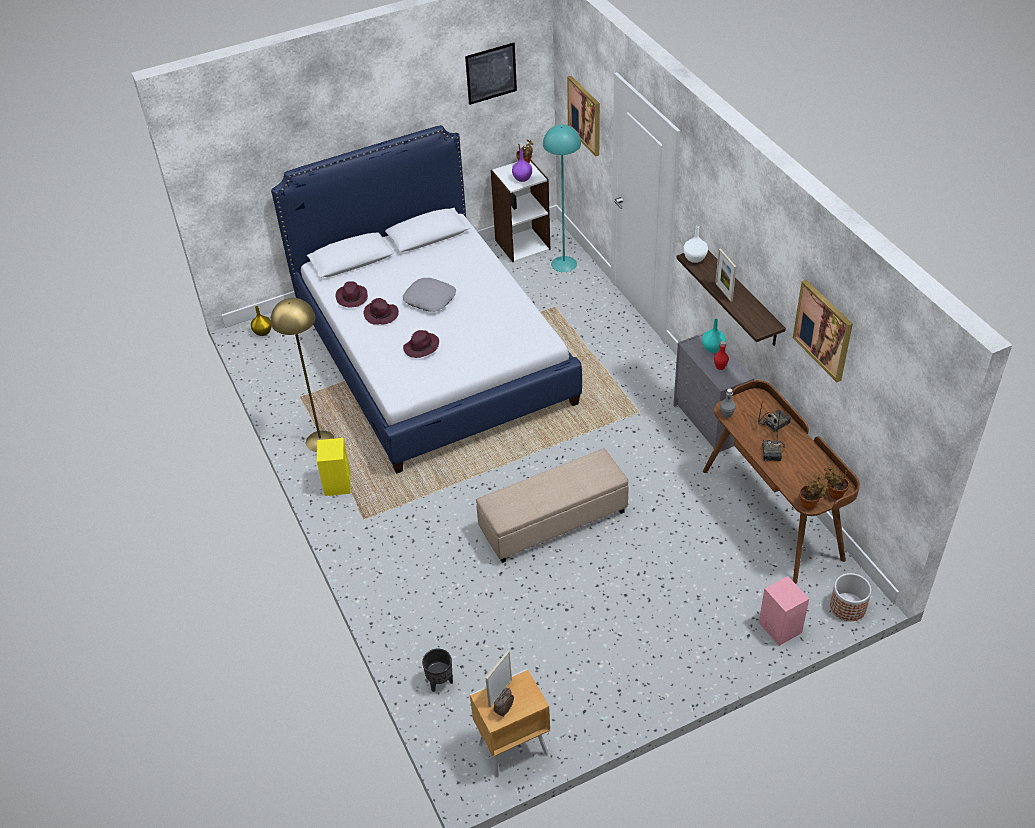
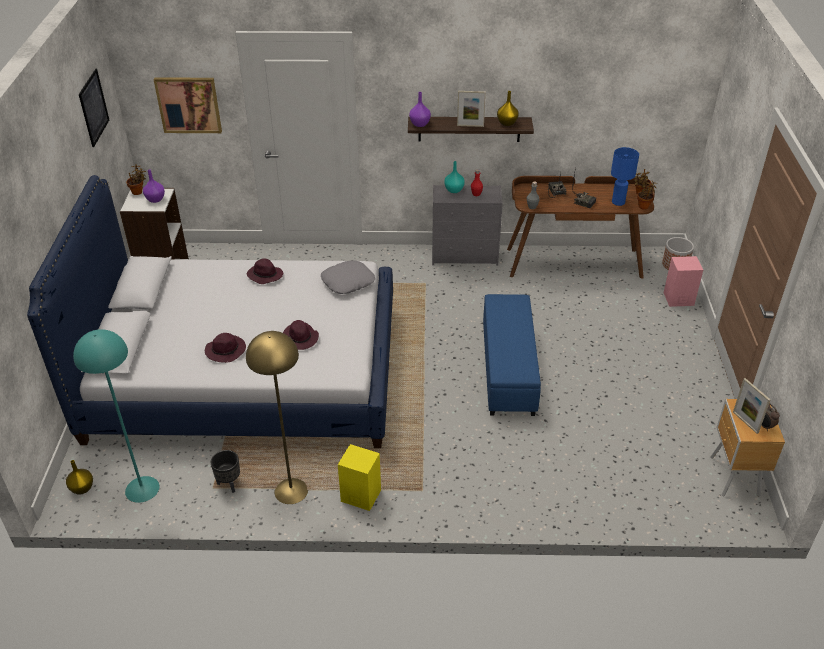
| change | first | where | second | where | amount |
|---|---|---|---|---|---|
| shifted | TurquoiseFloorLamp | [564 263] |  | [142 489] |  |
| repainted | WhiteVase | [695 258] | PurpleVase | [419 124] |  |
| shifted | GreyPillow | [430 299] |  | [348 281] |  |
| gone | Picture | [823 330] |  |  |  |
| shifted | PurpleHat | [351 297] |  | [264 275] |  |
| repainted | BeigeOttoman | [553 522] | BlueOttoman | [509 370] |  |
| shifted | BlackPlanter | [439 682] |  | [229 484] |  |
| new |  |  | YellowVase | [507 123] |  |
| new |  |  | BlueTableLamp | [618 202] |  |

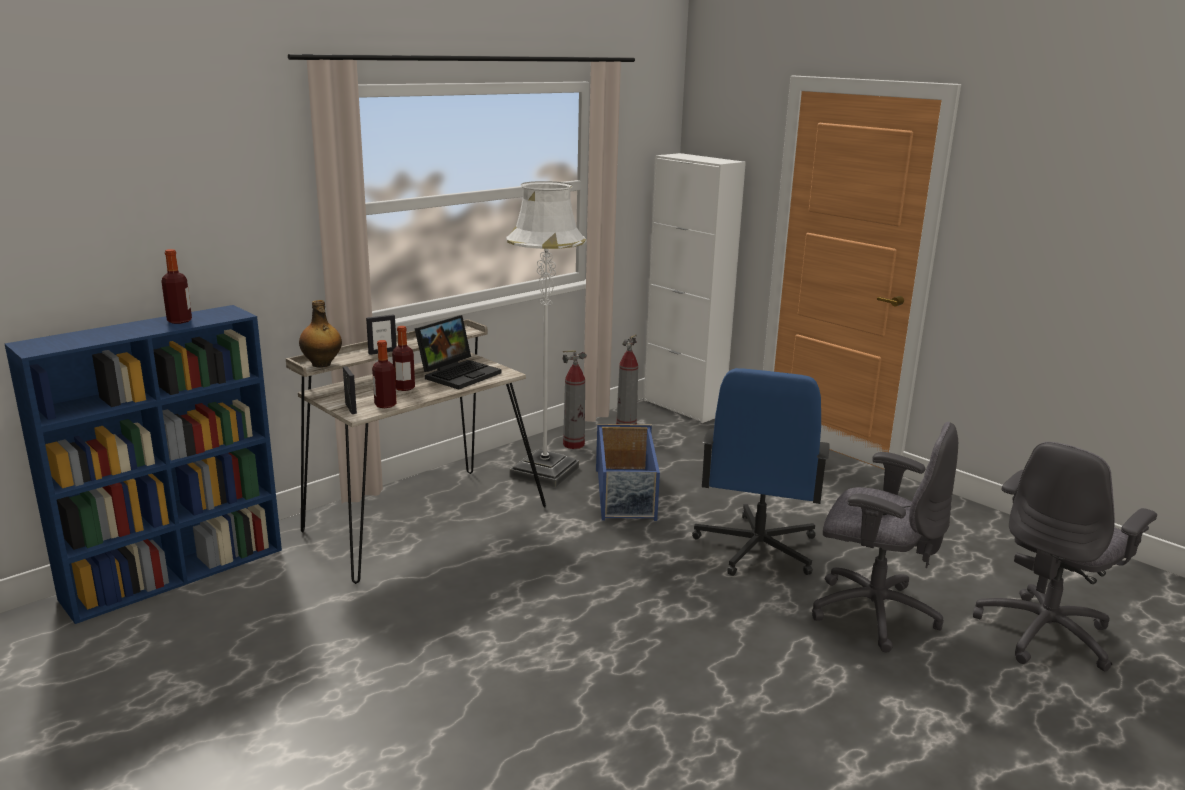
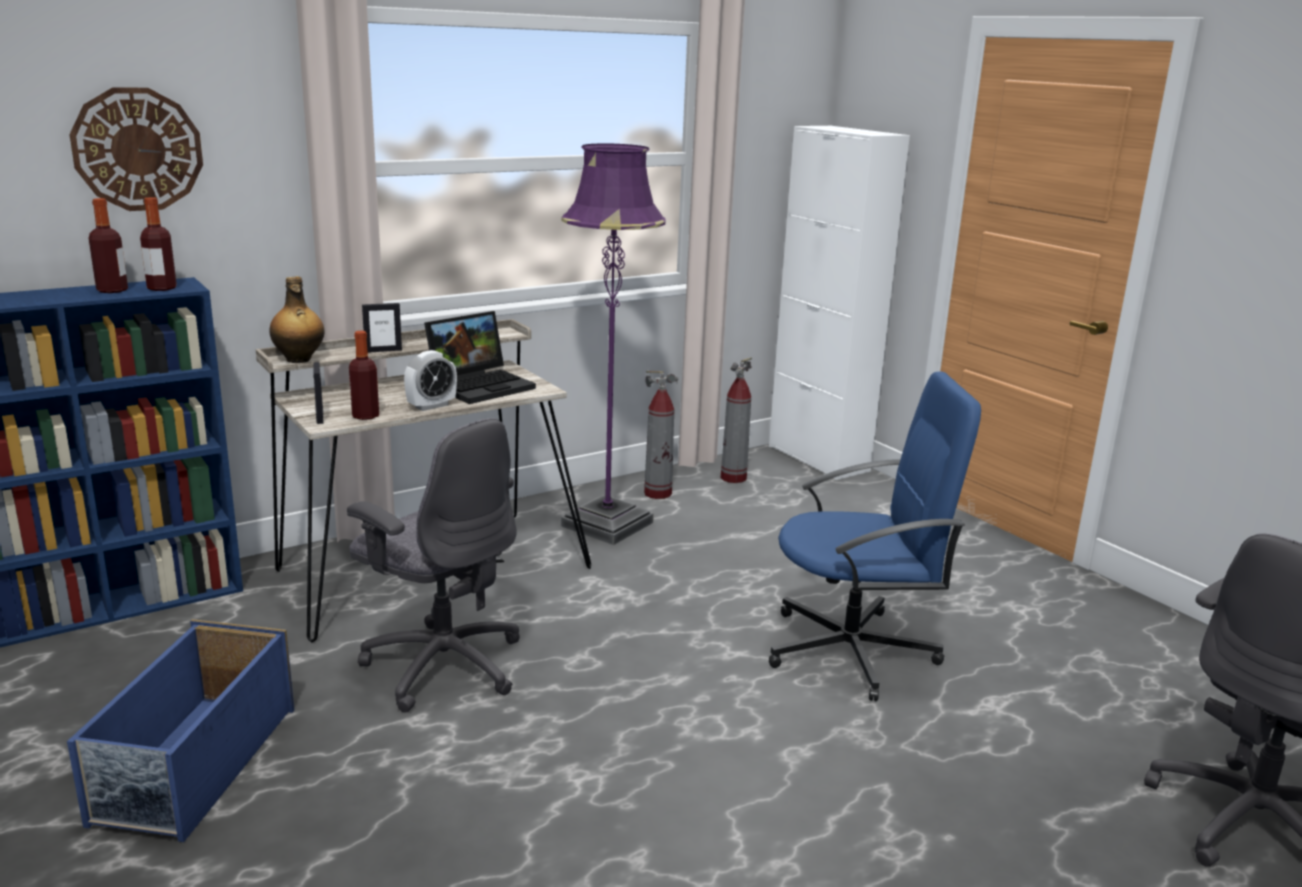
| change | first | where | second | where | amount |
|---|---|---|---|---|---|
| repainted | WhiteFloorLamp | [544 472] | PurpleFloorLamp | [607 524] |  |
| shifted | Bottle | [404 388] |  | [162 288] |  |
| rotated | BlueOfficeChair | [756 548] |  | [853 651] | 120 degrees counterclockwise |
| shifted | GreyOfficeChair | [871 612] |  | [443 664] |  |
| shifted | BlueStorageBox | [626 495] |  | [195 766] |  |
| new |  |  | WallClock | [138 149] |  |
| new |  |  | AlarmClock | [431 406] |  |

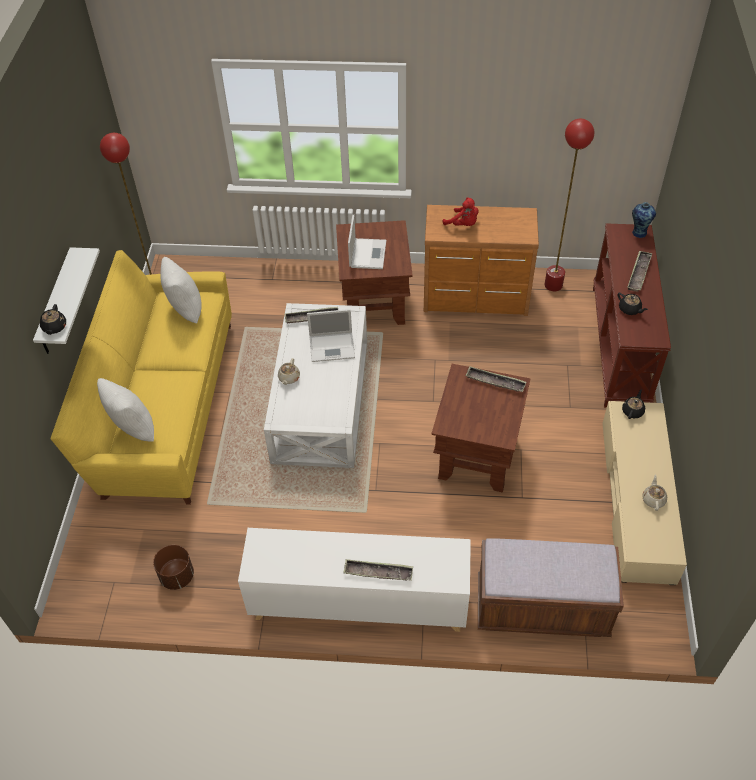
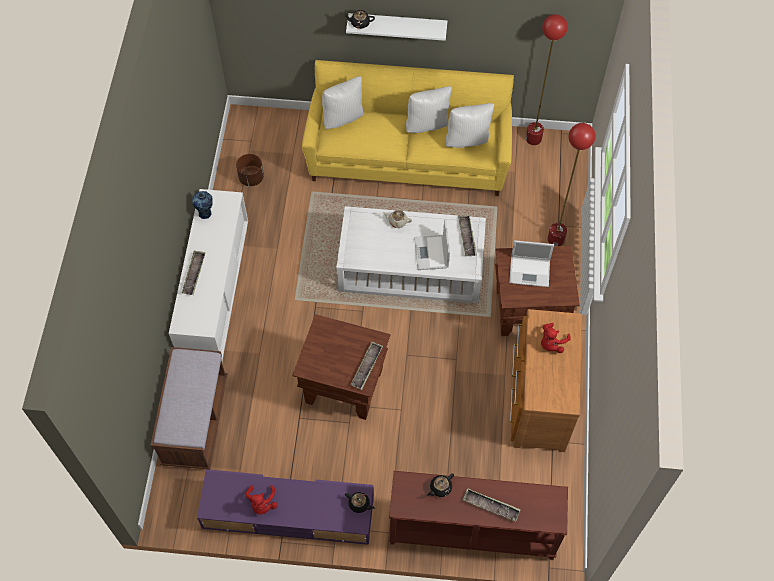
| change | first | where | second | where | amount |
|---|---|---|---|---|---|
| shifted | RedFloorLamp | [553 285] |  | [555 239] |  |
| shifted | Vase | [639 232] |  | [205 213] |  |
| repainted | BeigeTvStand | [637 500] | PurpleTvStand | [288 513] |  |
| swapped | BeigeTeapot | [653 499] | RedPlushToy | [262 503] |  |
| new |  |  | WhitePillow | [427 124] |  |

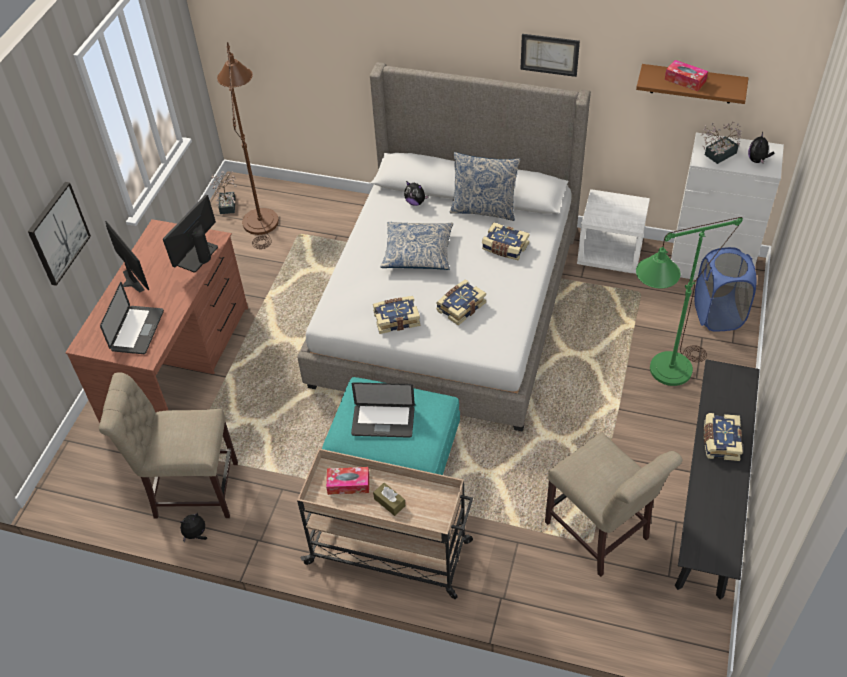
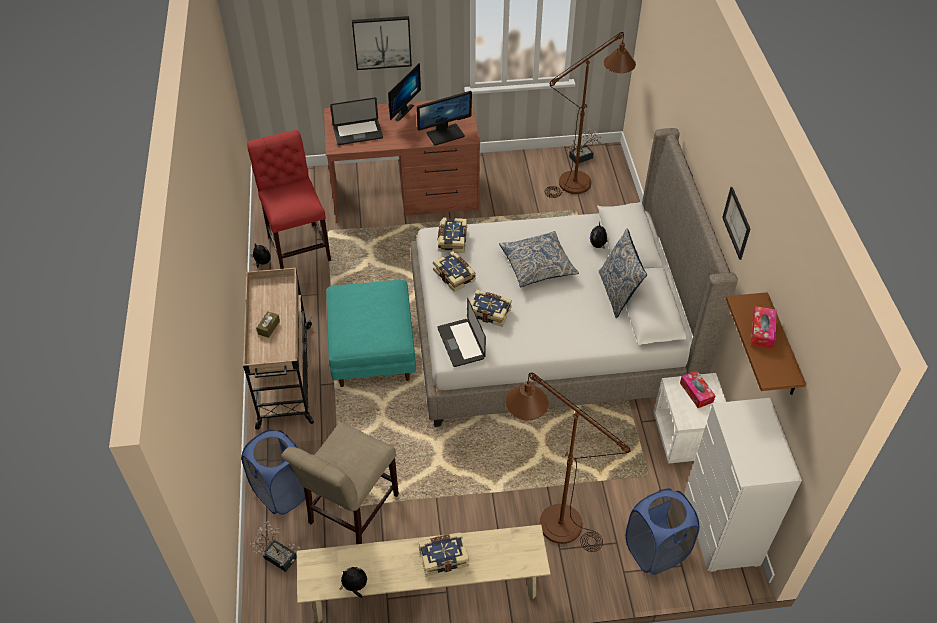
| change | first | where | second | where | amount |
|---|---|---|---|---|---|
| shifted | PottedPlant | [717 155] |  | [277 555] |  |
| shifted | PlushToy | [757 160] |  | [355 587] |  |
| rotated | Monitor | [197 256] |  | [445 134] | 150 degrees clockwise |
| repainted | GreenFloorLamp | [661 375] | BrownFloorLamp | [549 518] |  |
| shifted | Book | [504 248] |  | [452 240] |  |
| repainted | BlackBench | [710 495] | BeigeBench | [424 590] |  |
| repainted | BeigeChair | [190 489] | RedChair | [298 245] |  |
| shifted | Laptop | [383 421] |  | [461 343] |  |
| shifted | TissueBox | [348 484] |  | [696 392] |  |
| new |  |  | BlueLaundryBasket | [282 492] |  |

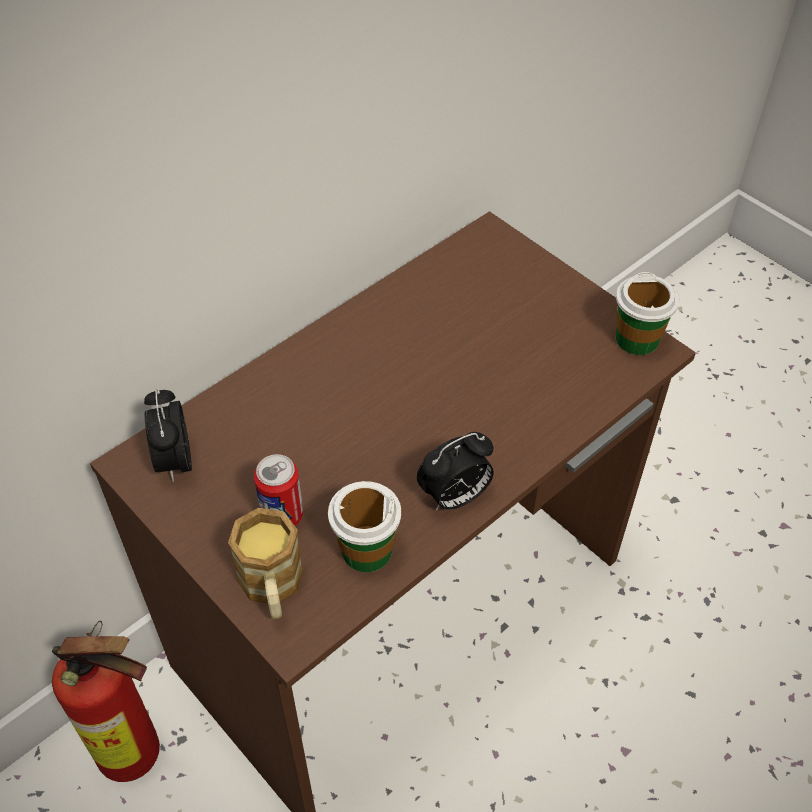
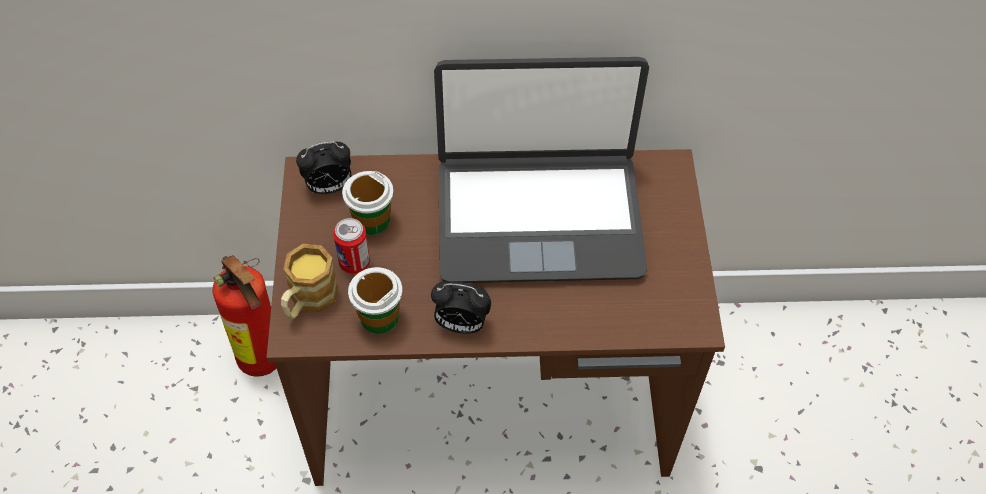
| change | first | where | second | where | amount |
|---|---|---|---|---|---|
| shifted | Cup | [637 339] |  | [372 220] |  |
| rotated | AlarmClock | [174 461] |  | [329 187] | 135 degrees counterclockwise |
| new |  |  | Laptop | [538 216] |  |

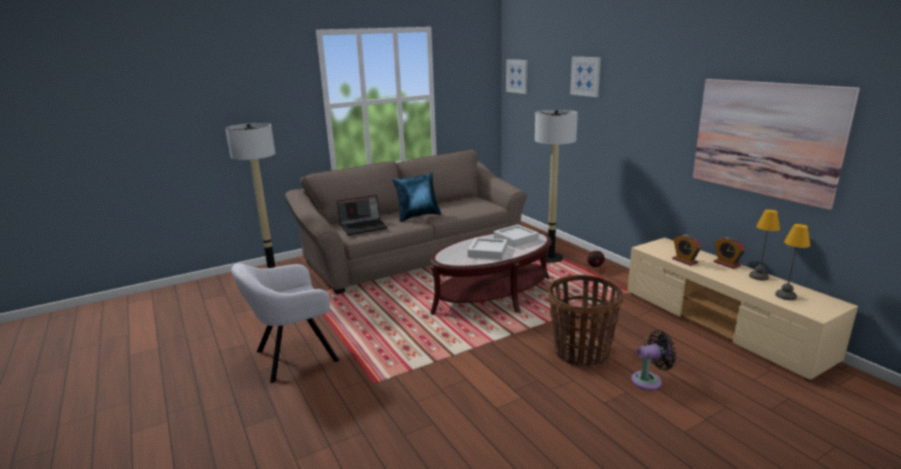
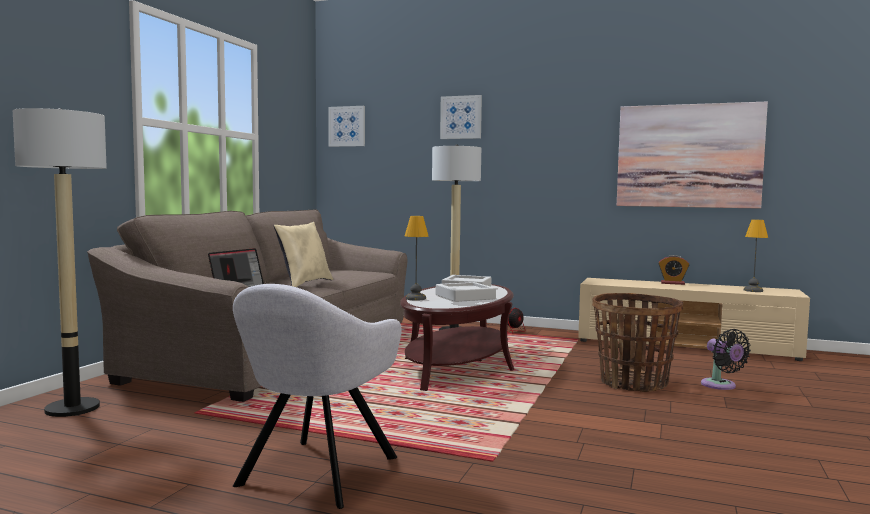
| change | first | where | second | where | amount |
|---|---|---|---|---|---|
| repainted | BluePillow | [418 216] | BeigePillow | [304 283] |  |
| shifted | TableLamp | [759 277] |  | [416 298] |  |
| gone | AlarmClock | [684 261] |  |  |  |
| rotated | BlackFan | [649 380] |  | [721 386] | 120 degrees clockwise |

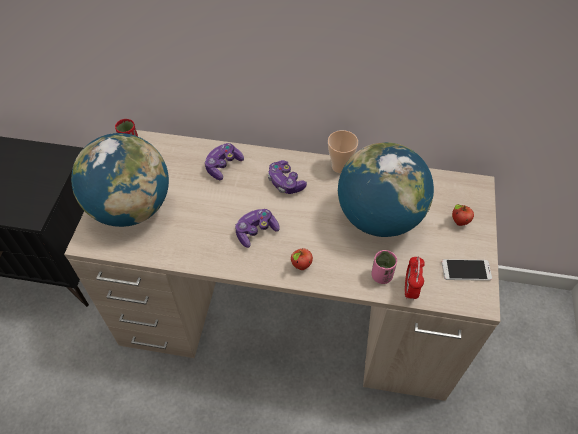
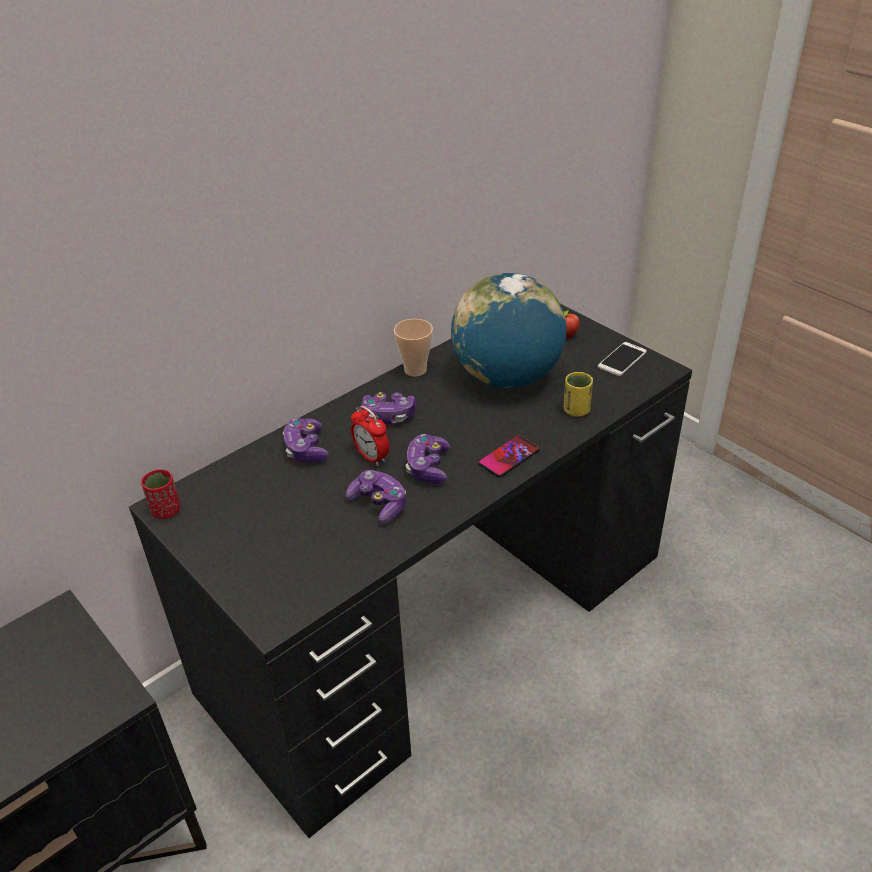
| change | first | where | second | where | amount |
|---|---|---|---|---|---|
| repainted | BeigeDesk | [290 312] | BlackDesk | [442 621] |  |
| gone | Globe | [131 207] |  |  |  |
| swapped | Apple | [301 266] | Phone | [509 457] |  |
| repainted | PinkCup | [381 275] | YellowCup | [576 410] |  |
| shifted | AlarmClock | [410 289] |  | [371 457] |  |
| new |  |  | GameController | [379 504] |  |

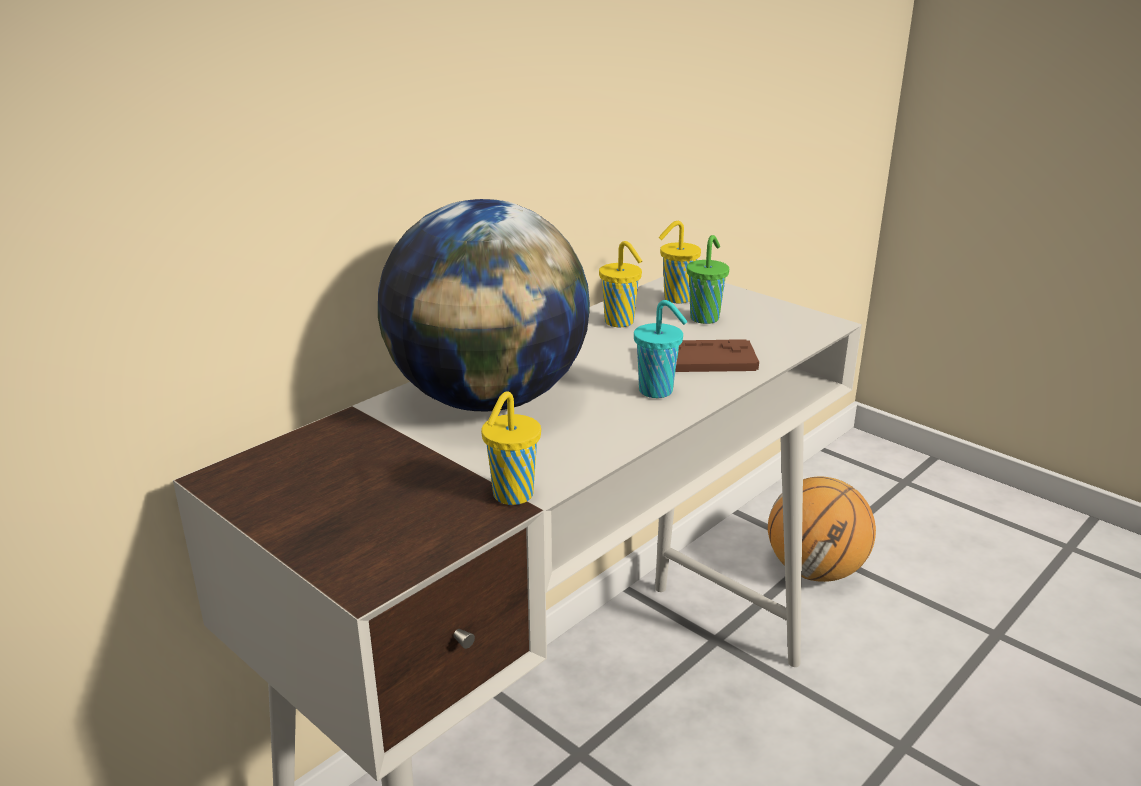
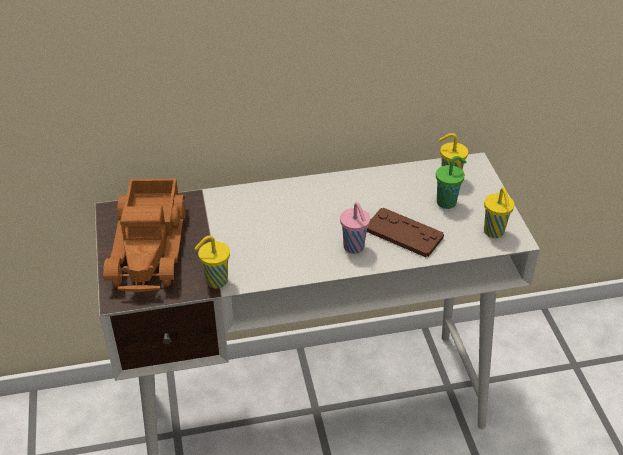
| change | first | where | second | where | amount |
|---|---|---|---|---|---|
| gone | Globe | [488 399] |  |  |  |
| shifted | YellowCup | [620 322] |  | [494 232] |  |
| repainted | TurquoiseCup | [658 391] | PinkCup | [354 248] |  |
| gone | Basketball | [816 571] |  |  |  |
| new |  |  | ToyTruck | [151 246] |  |

